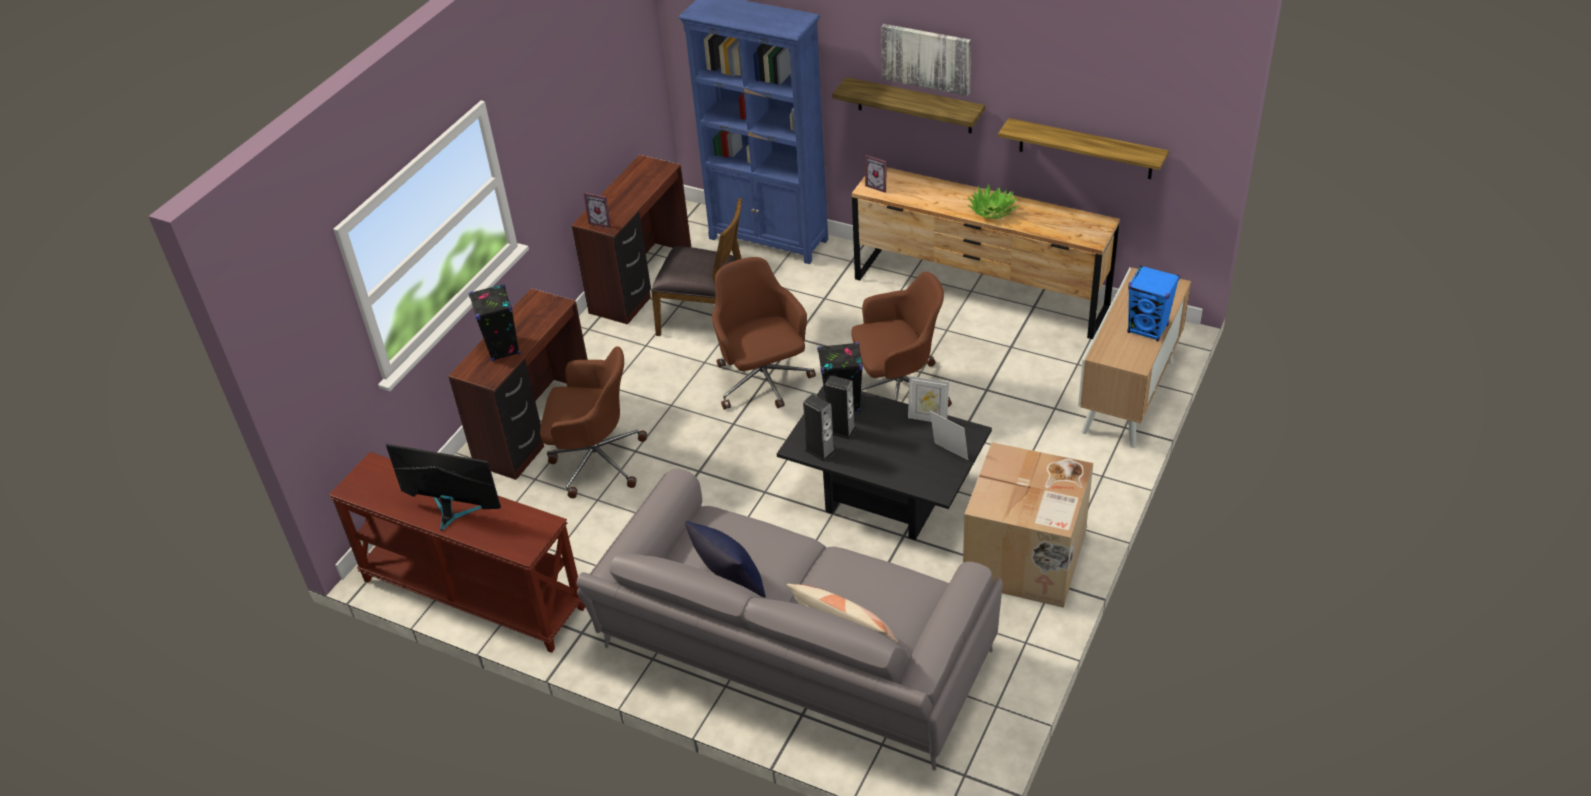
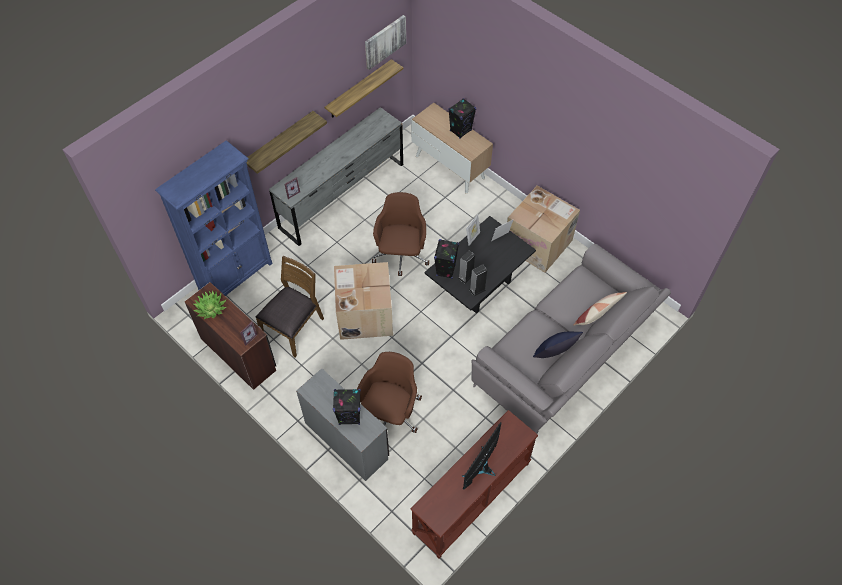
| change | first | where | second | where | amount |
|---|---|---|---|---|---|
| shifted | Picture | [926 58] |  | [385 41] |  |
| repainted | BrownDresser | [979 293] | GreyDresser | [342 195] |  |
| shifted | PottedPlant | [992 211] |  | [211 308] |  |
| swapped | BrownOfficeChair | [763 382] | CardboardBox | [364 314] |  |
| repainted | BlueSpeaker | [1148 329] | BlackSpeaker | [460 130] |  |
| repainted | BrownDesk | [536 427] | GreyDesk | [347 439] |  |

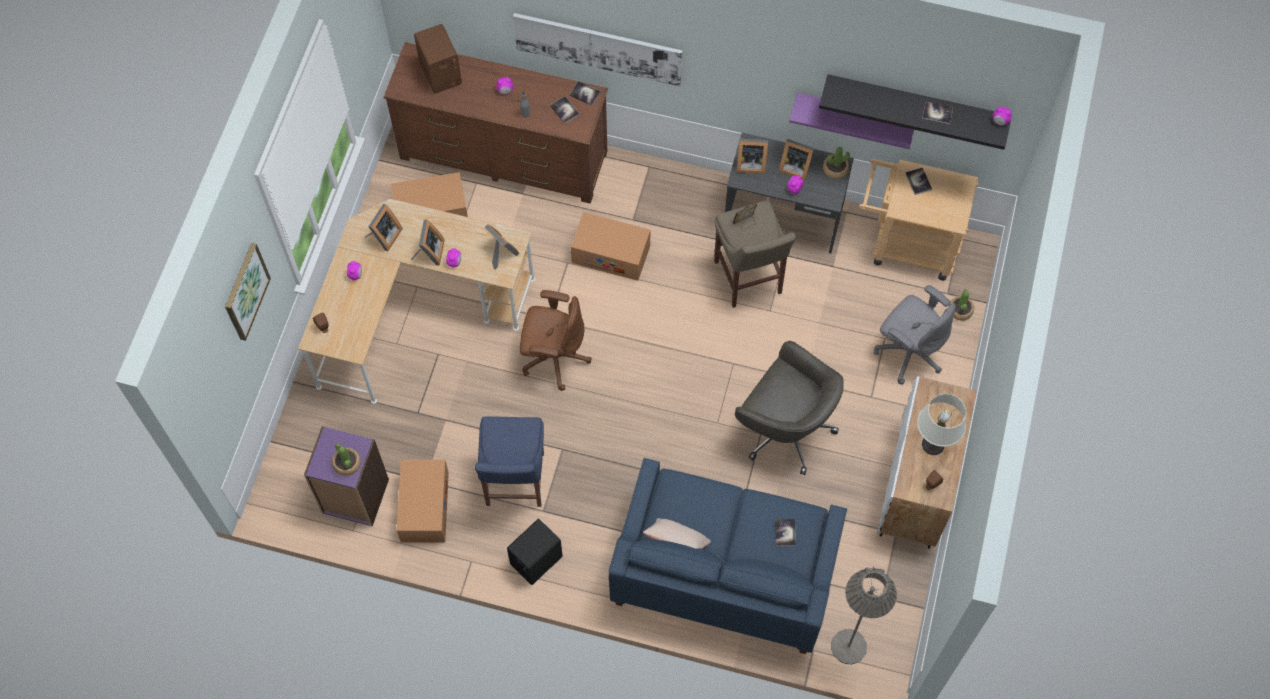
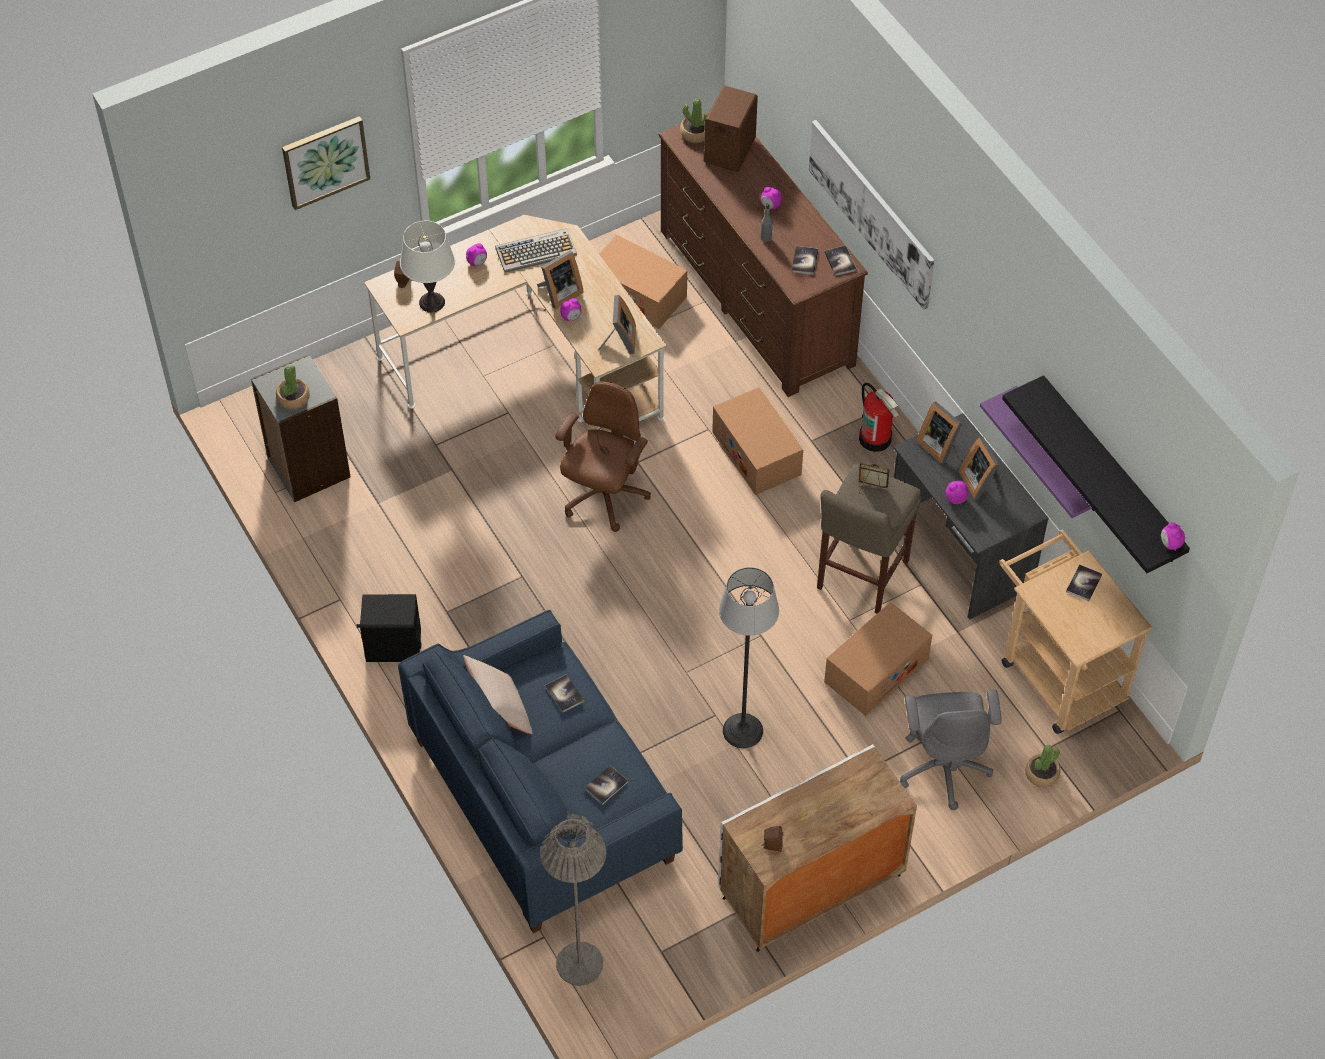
| change | first | where | second | where | amount |
|---|---|---|---|---|---|
| shifted | Book | [937 113] |  | [564 694] |  |
| shifted | PottedPlant | [835 169] |  | [695 133] |  |
| swapped | PictureFrame | [384 236] | Keyboard | [536 251] |  |
| rotated | BrownOfficeChair | [554 358] |  | [603 497] | 120 degrees counterclockwise |
| swapped | GreyOfficeChair | [784 429] | FloorLamp | [742 730] |  |
| shifted | WhiteTableLamp | [932 444] |  | [432 302] |  |
| gone | BlueChair | [514 482] |  |  |  |
| repainted | PurpleBookcase | [355 497] | GreyBookcase | [307 467] |  |
| shifted | CardboardBox | [424 507] |  | [876 670] |  |
| new |  |  | FireExtinguisher | [875 438] |  |

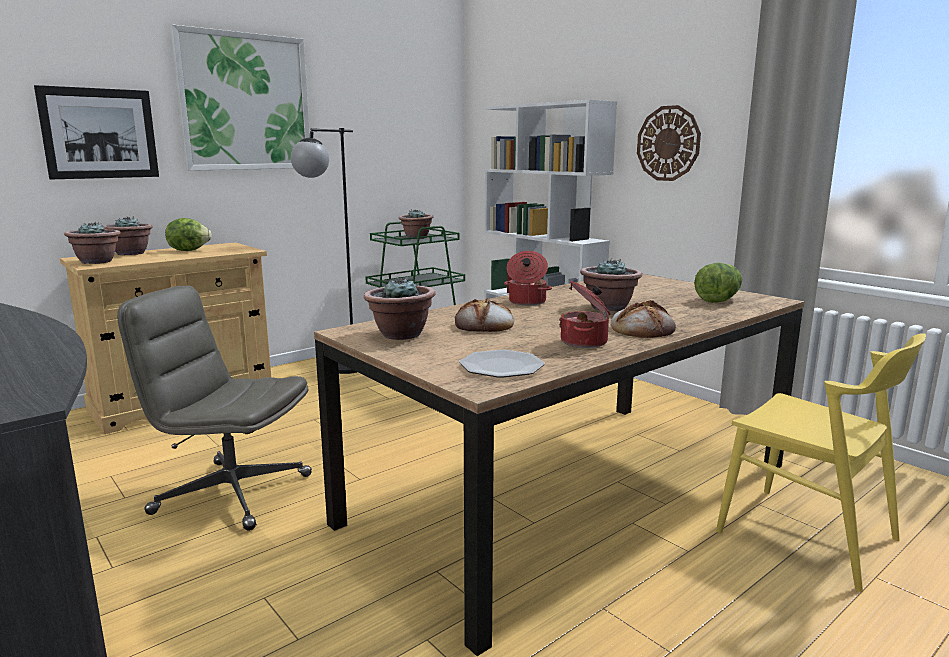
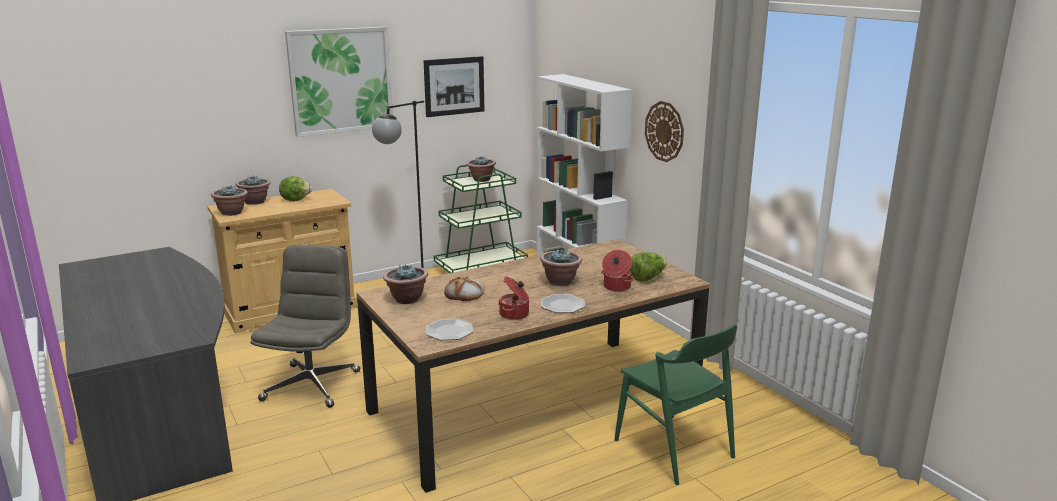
| change | first | where | second | where | amount |
|---|---|---|---|---|---|
| shifted | Picture | [100 133] |  | [454 86] |  |
| shifted | CookingPot | [526 302] |  | [616 287] |  |
| rotated | GreyOfficeChair | [231 494] |  | [311 385] | 75 degrees clockwise |
| swapped | Bread | [642 329] | Plate | [562 305] |  |
| repainted | YellowChair | [807 535] | GreenChair | [674 448] |  |

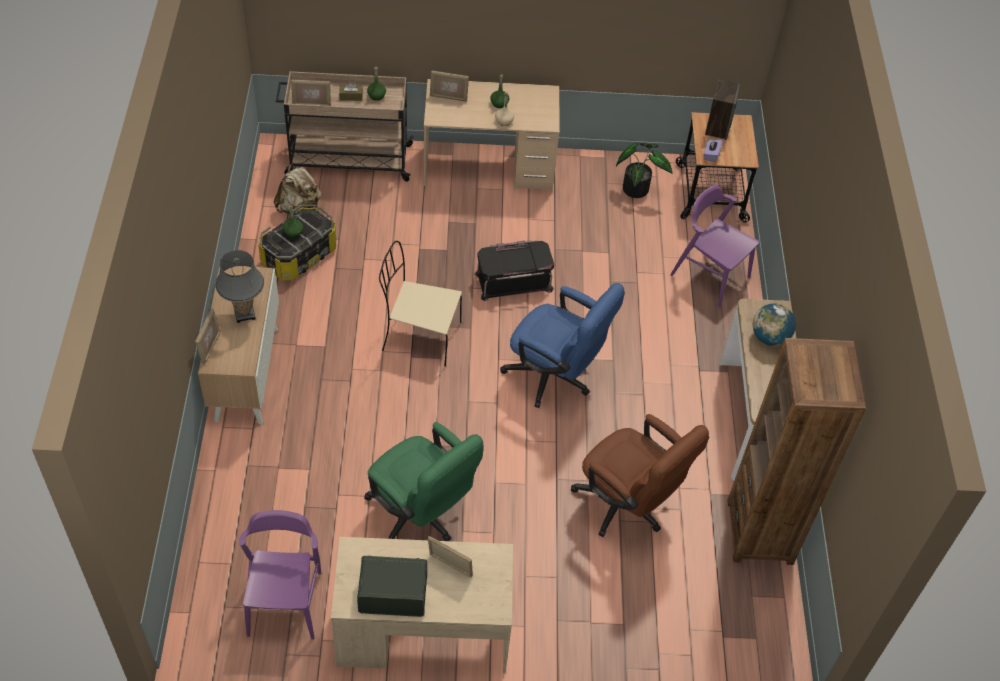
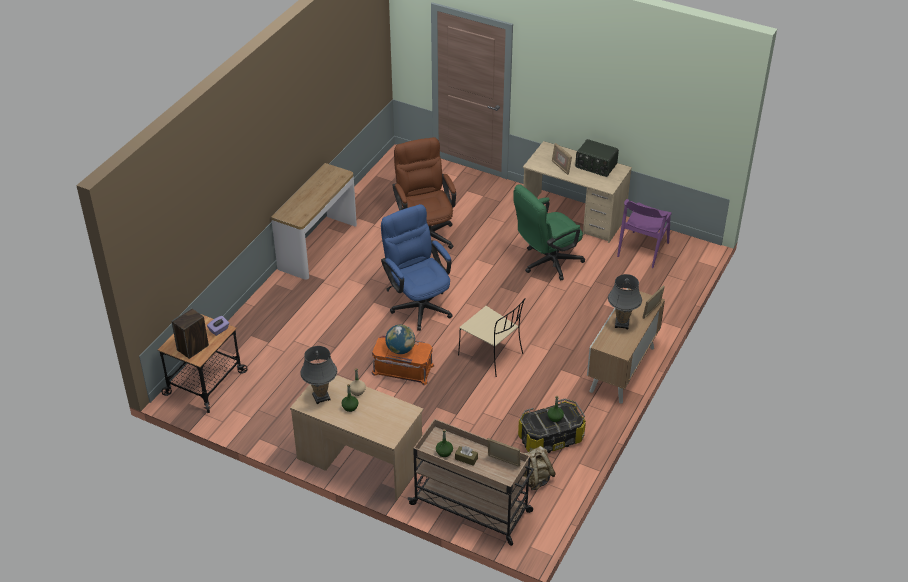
| change | first | where | second | where | amount |
|---|---|---|---|---|---|
| gone | PictureFrame | [448 97] |  |  |  |
| gone | PottedPlant | [638 188] |  |  |  |
| gone | PurpleChair | [709 276] |  |  |  |
| repainted | BlackStorageBox | [513 280] | OrangeStorageBox | [402 369] |  |
| shifted | Globe | [769 337] |  | [400 350] |  |
| gone | BrownBookcase | [760 532] |  |  |  |
| rotated | GreenOfficeChair | [421 515] |  | [546 263] | 105 degrees counterclockwise |
| new |  |  | GreyTableLamp | [321 397] |  |

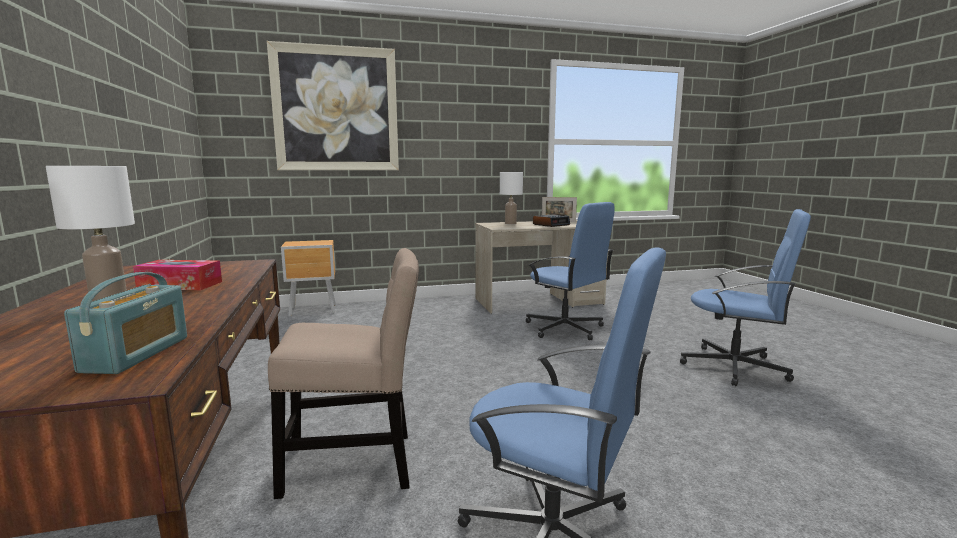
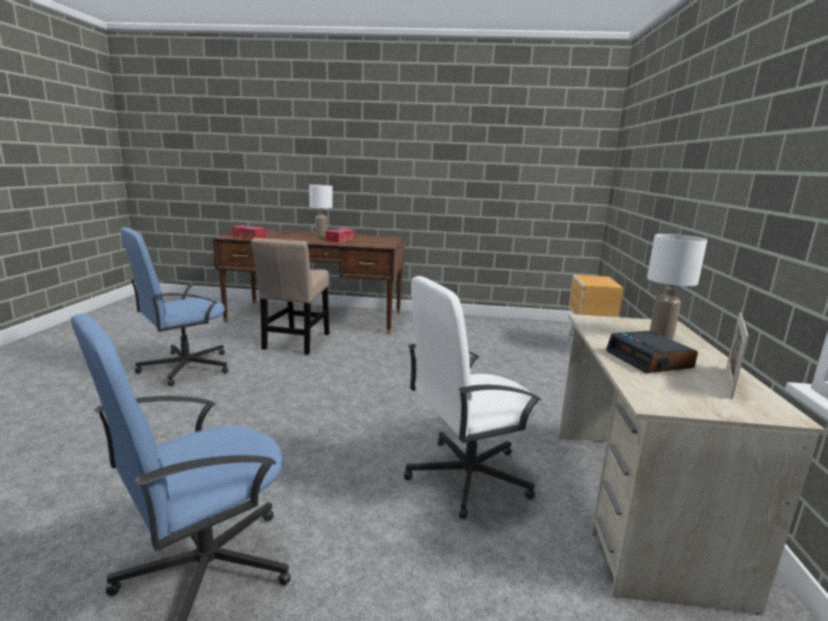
| change | first | where | second | where | amount |
|---|---|---|---|---|---|
| gone | Picture | [336 109] |  |  |  |
| repainted | BlueOfficeChair | [565 328] | WhiteOfficeChair | [466 476] |  |
| swapped | Radio | [137 354] | TissueBox | [248 237] |  |

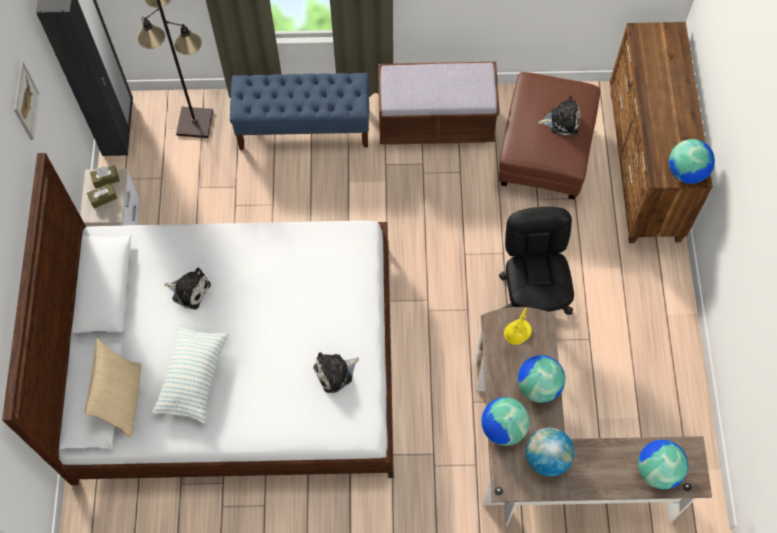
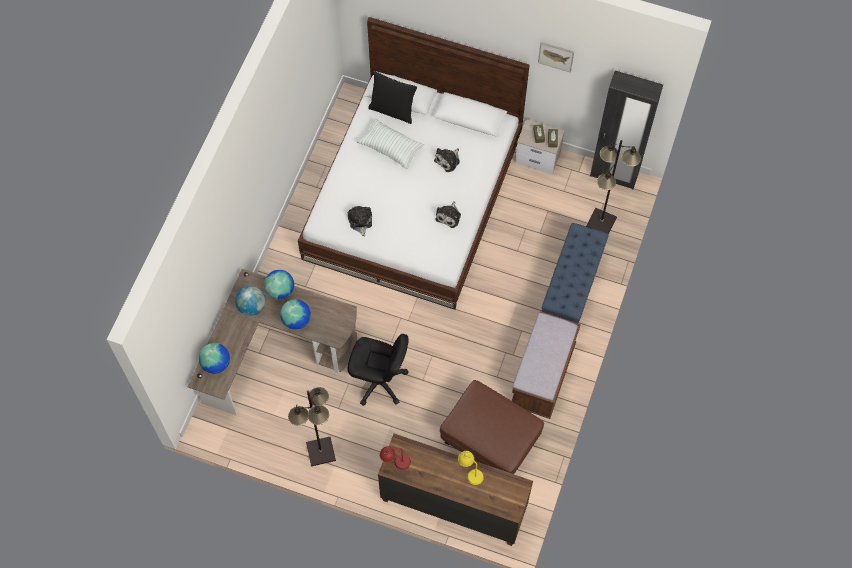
| change | first | where | second | where | amount |
|---|---|---|---|---|---|
| shifted | PlushToy | [562 121] |  | [449 216] |  |
| swapped | Globe | [686 172] | RedTableLamp | [395 462] |  |
| shifted | YellowTableLamp | [516 339] |  | [470 472] |  |
| repainted | BeigePillow | [122 400] | BlackPillow | [392 110] |  |
| new |  |  | BlackFloorLamp | [320 452] |  |

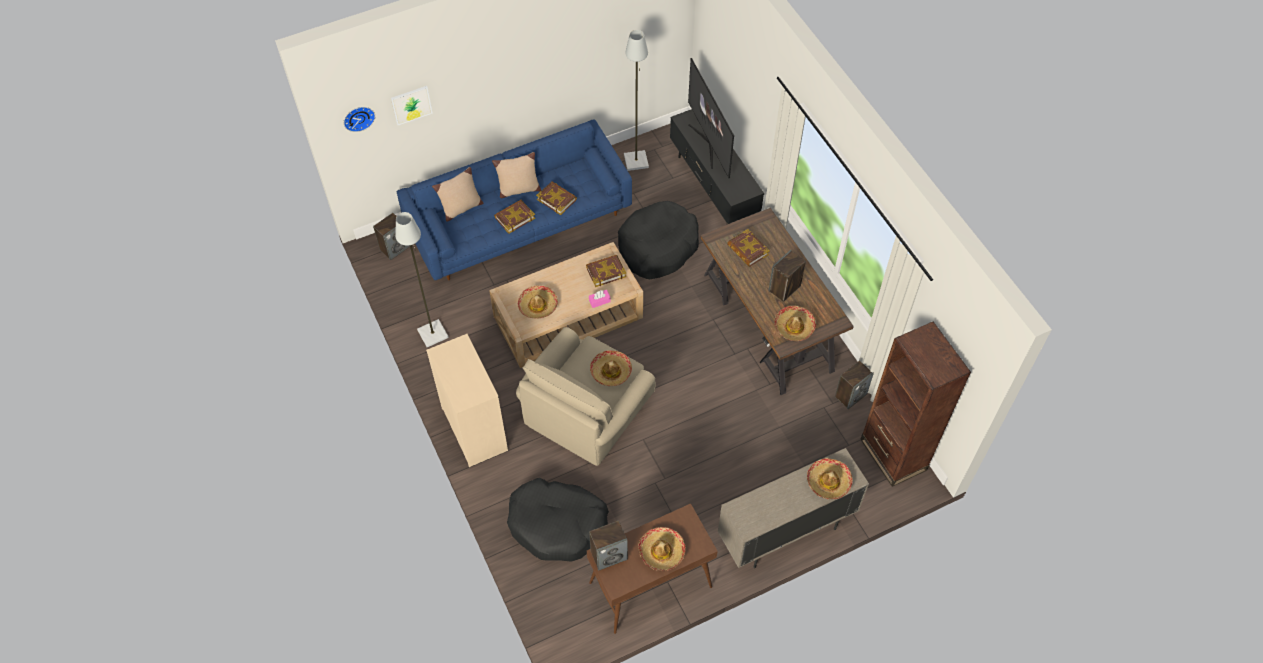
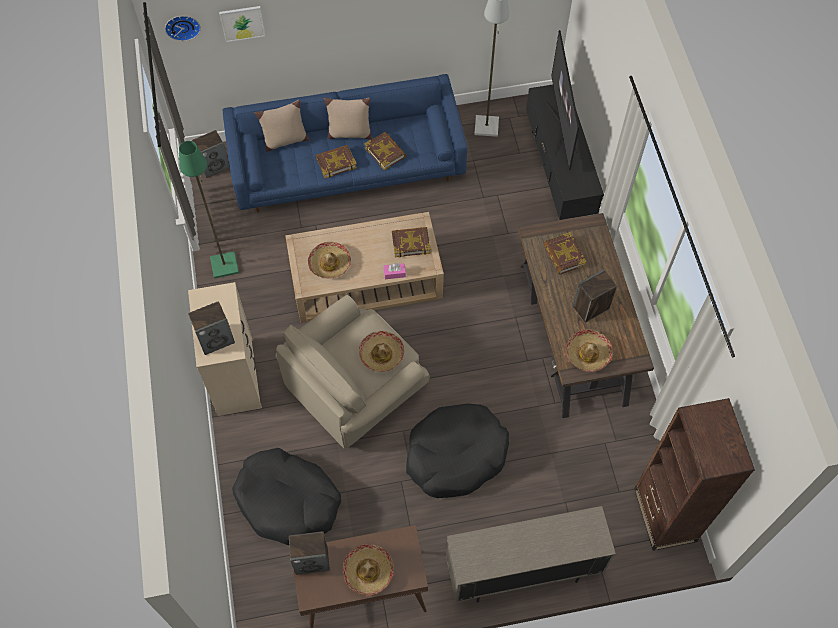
| change | first | where | second | where | amount |
|---|---|---|---|---|---|
| shifted | BlackDogBed | [657 247] |  | [455 455] |  |
| repainted | GreyFloorLamp | [433 333] | GreenFloorLamp | [225 265] |  |
| shifted | Speaker | [850 395] |  | [216 339] |  |
| gone | Hat | [828 482] |  |  |  |

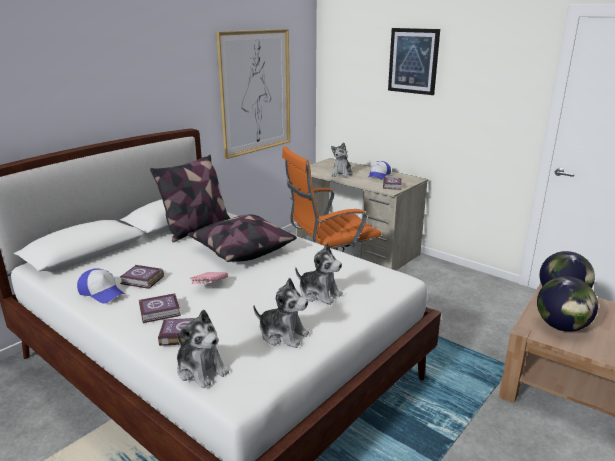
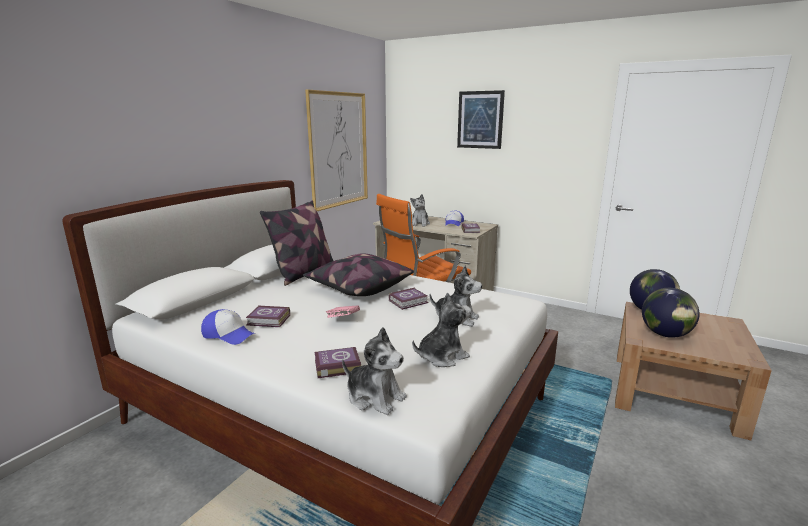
| change | first | where | second | where | amount |
|---|---|---|---|---|---|
| rotated | PlushToy | [283 335] |  | [442 356] | 45 degrees counterclockwise |
| shifted | Book | [161 312] |  | [409 302] |  |

